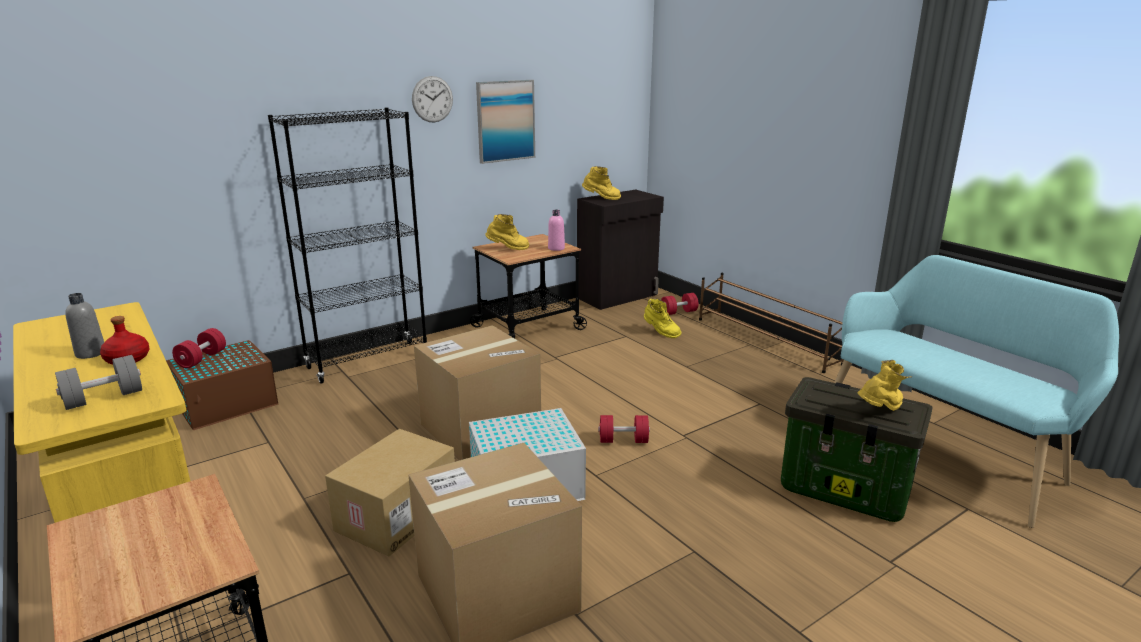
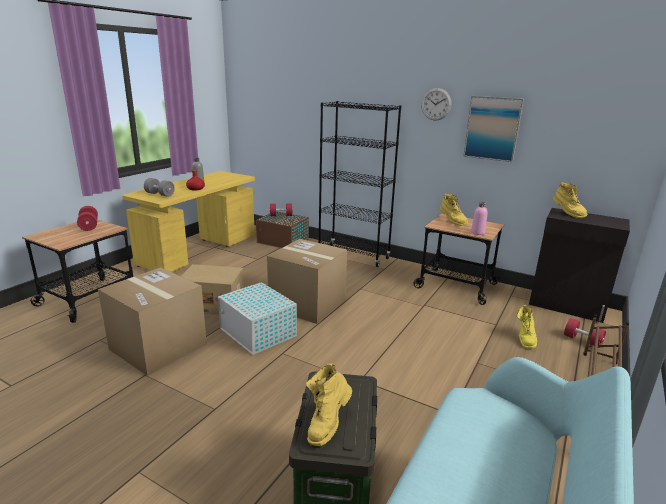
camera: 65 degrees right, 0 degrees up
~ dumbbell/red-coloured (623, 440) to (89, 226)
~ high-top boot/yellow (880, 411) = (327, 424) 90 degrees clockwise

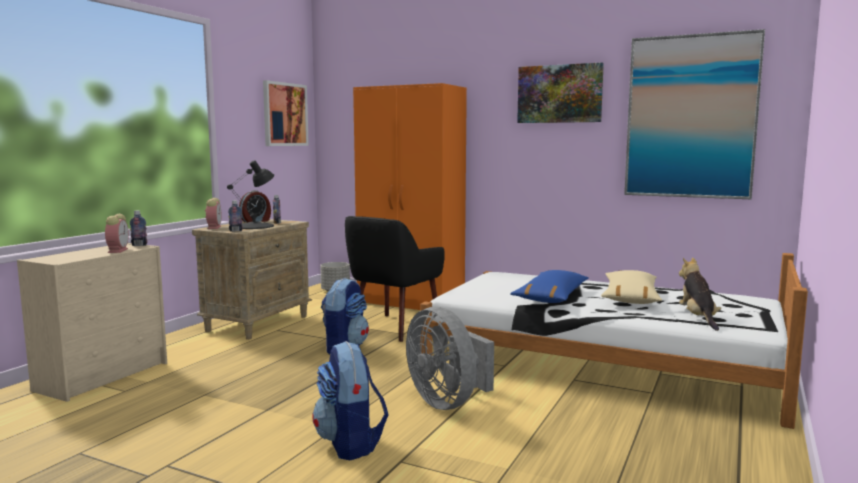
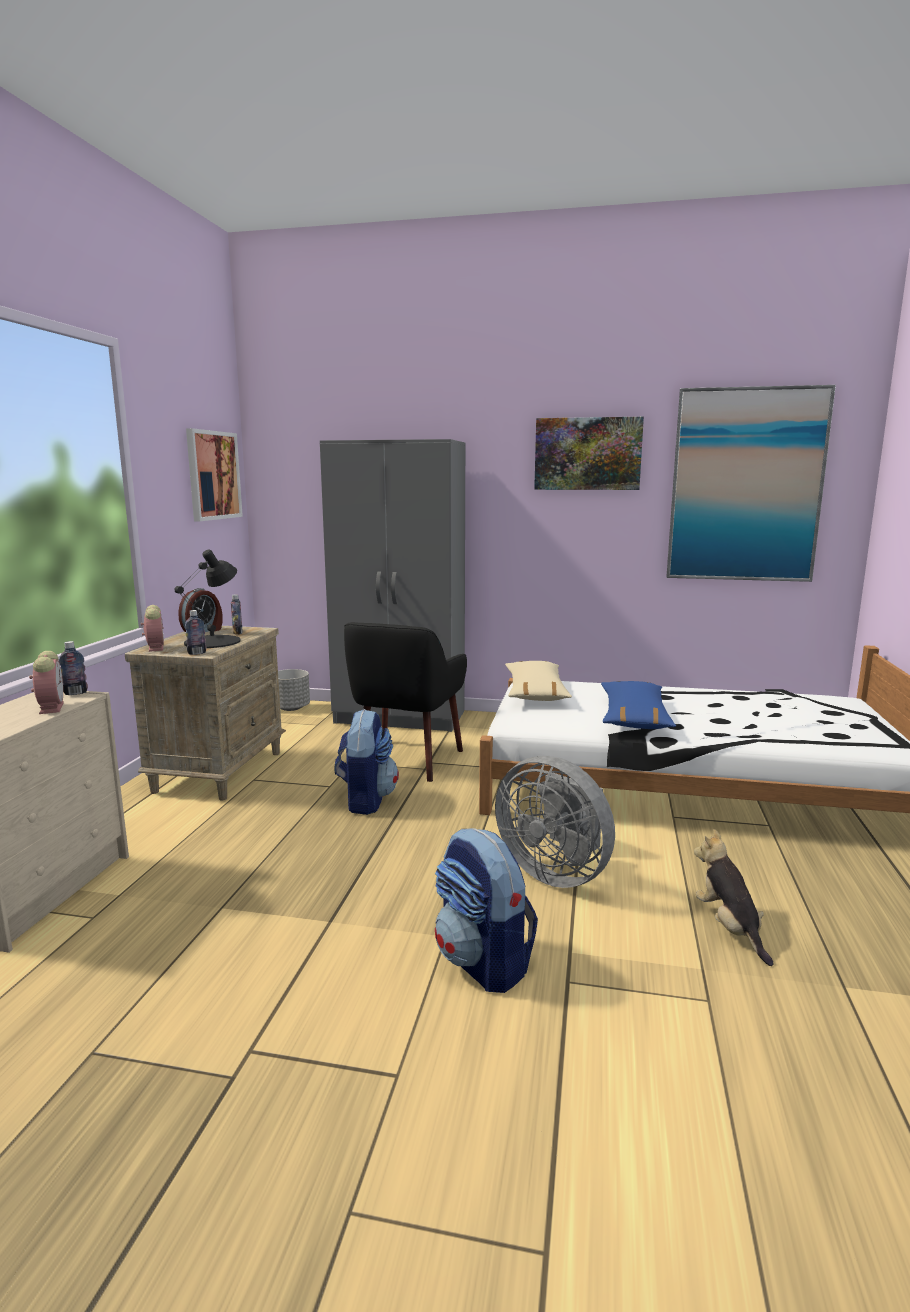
camera: 15 degrees left, 5 degrees up
~ pillow/beige-coloured (630, 298) to (535, 692)
~ plush toy (698, 318) to (729, 928)
~ clothes cupboard/orange-coloured (411, 302) to clothes cupboard/gray (401, 717)

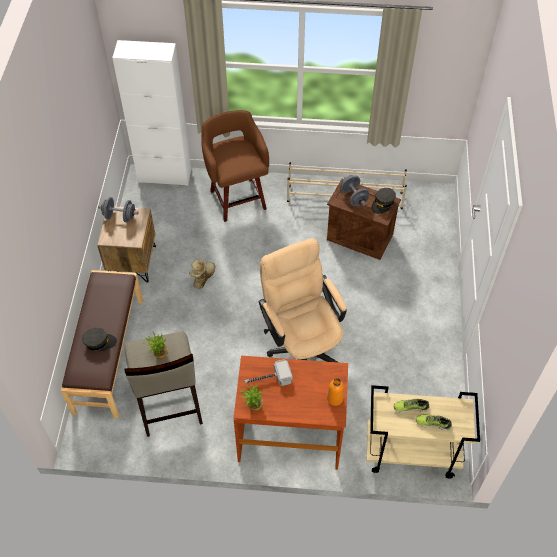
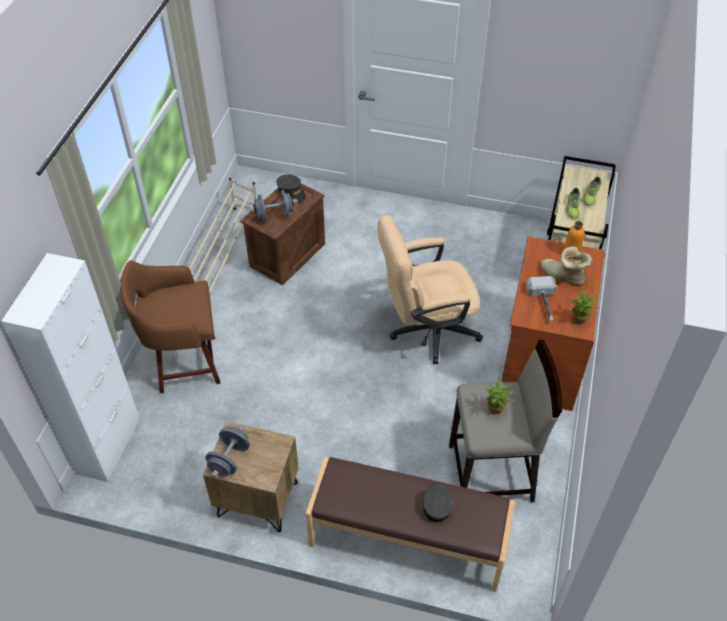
camera: 80 degrees left, 5 degrees down
~ high-top boot (202, 277) to (562, 277)

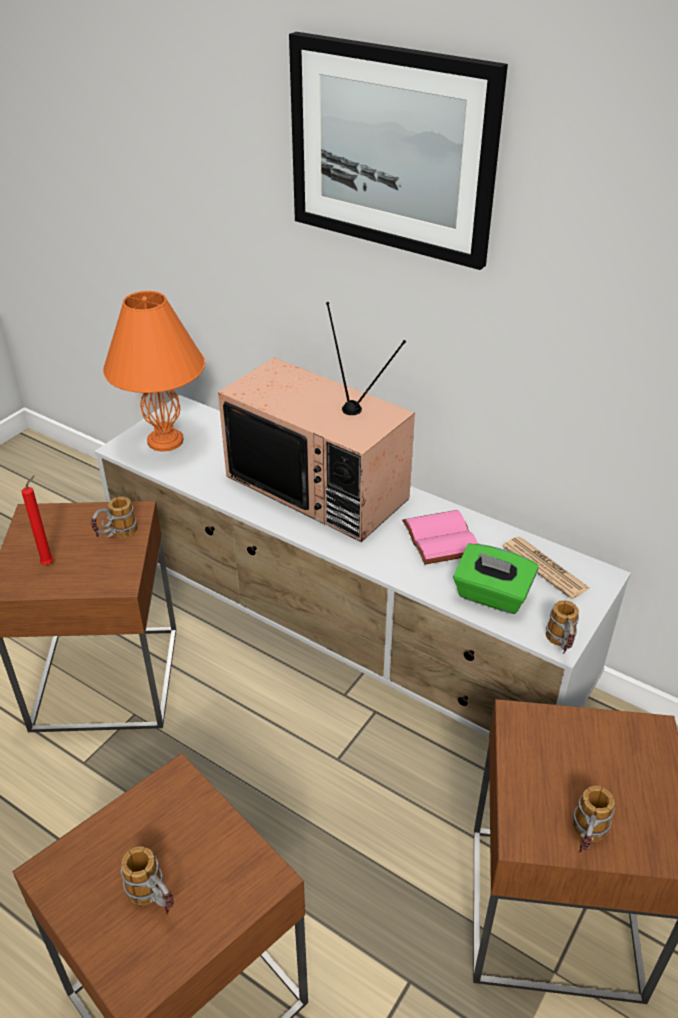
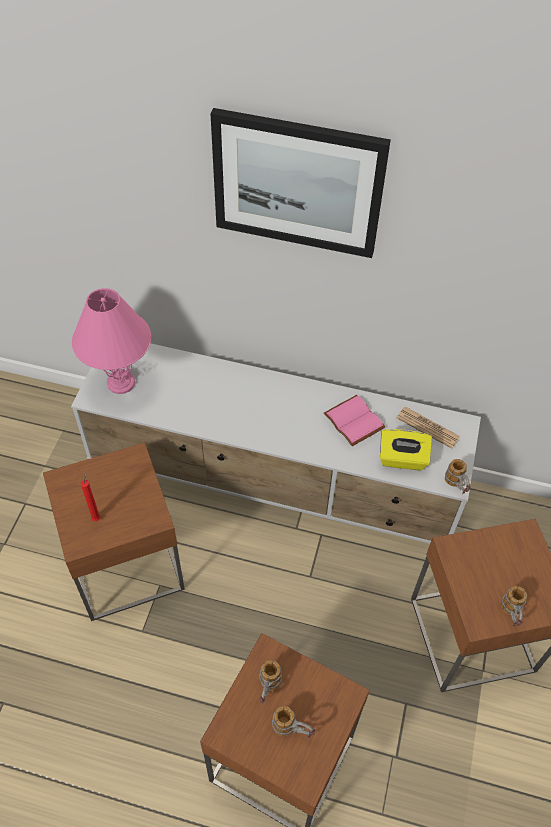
camera: 20 degrees left, 15 degrees up
- TV (321, 486)
~ mug (116, 536) to (267, 689)
~ tabletop lamp/orange-coloured (164, 441) to tabletop lamp/pinkish (120, 383)
~ box of tissues/green-coloured (491, 596) to box of tissues/yellow (402, 459)

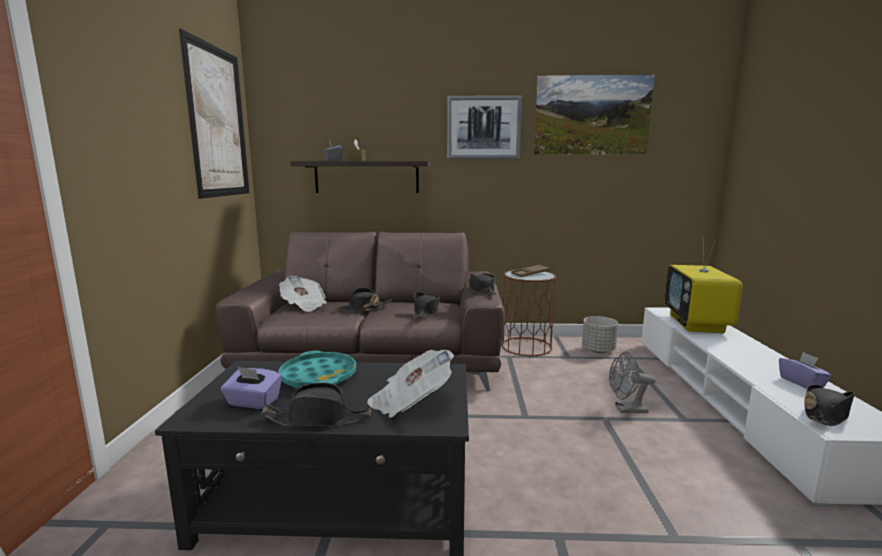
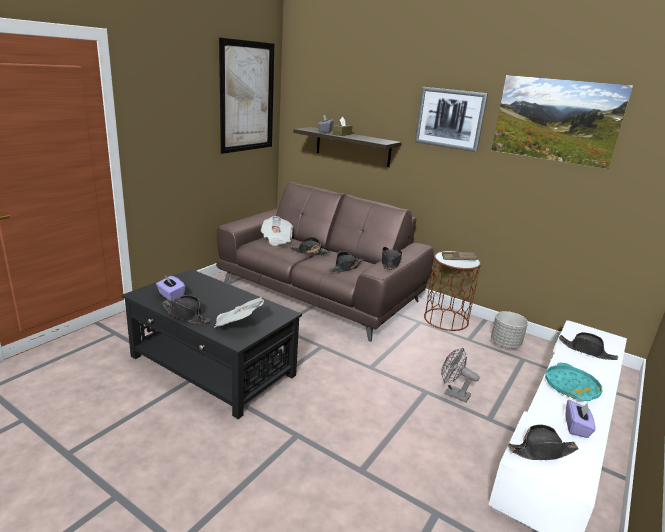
camera: 30 degrees right, 10 degrees up
~ carrying tray/blue-green (319, 376) to (571, 386)
~ TV (697, 324) to wearable hat/black-coloured (586, 351)

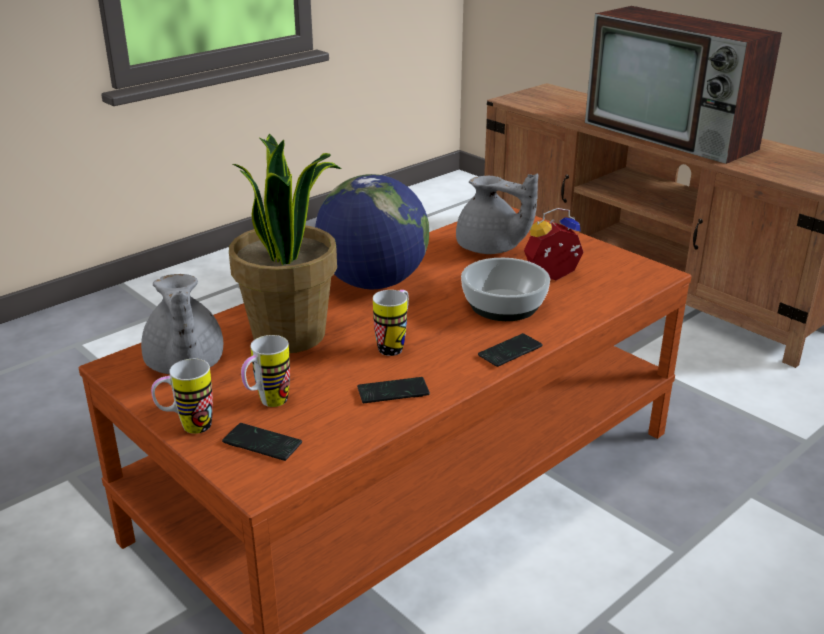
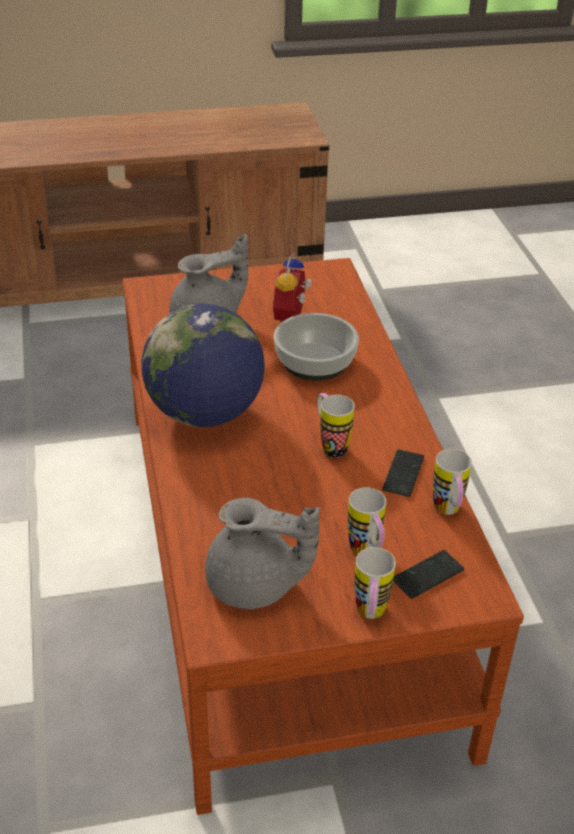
camera: 60 degrees left, 10 degrees up
- houseplant (291, 335)
- handset (510, 351)
- TV (672, 136)
+ mug (448, 512)

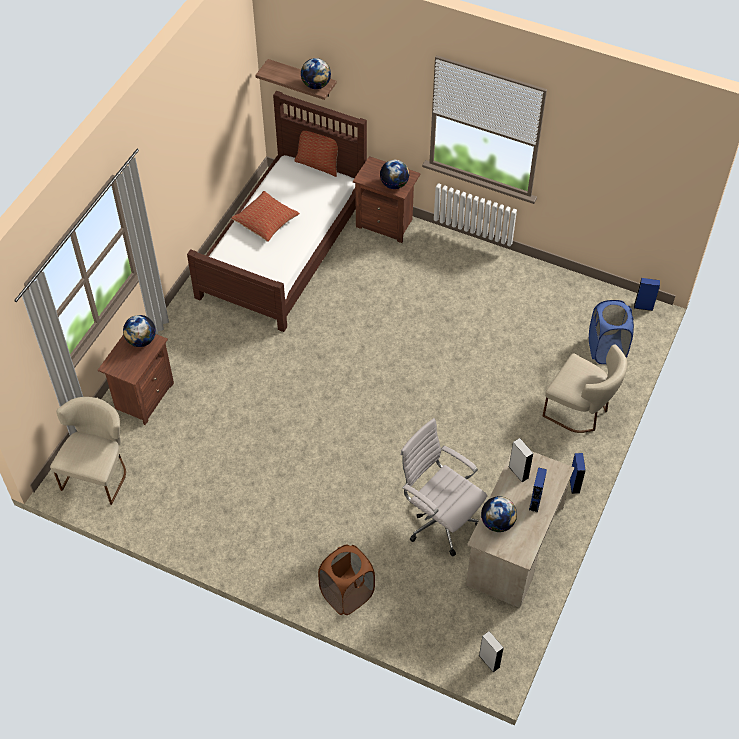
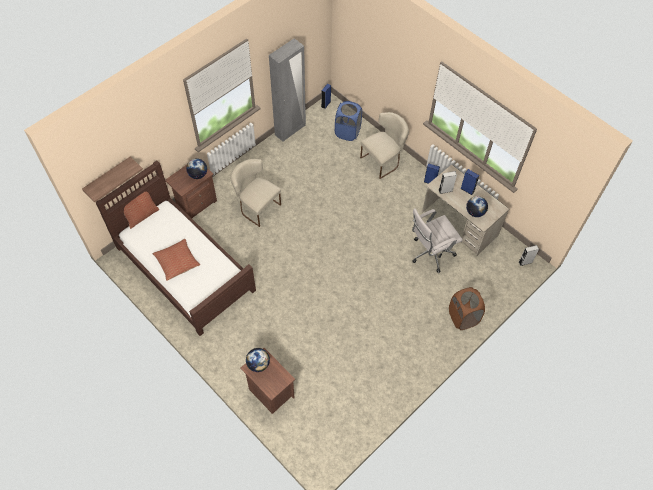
camera: 70 degrees left, 5 degrees up
- world globe (316, 85)
+ clothes cupboard/gray (290, 130)
~ upright chair/beige-coloured (98, 473) to (256, 206)

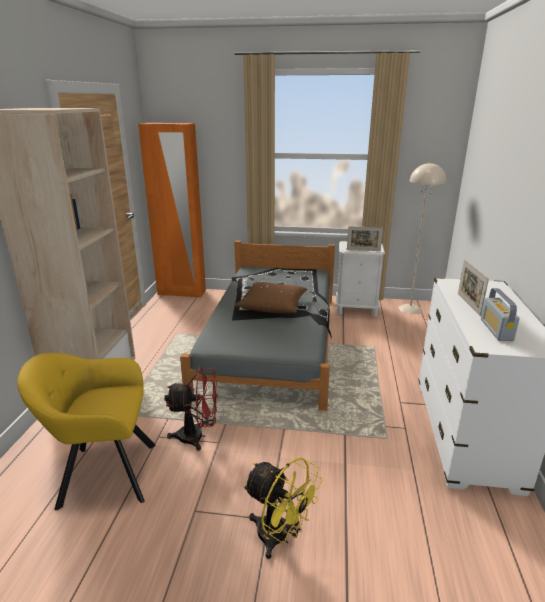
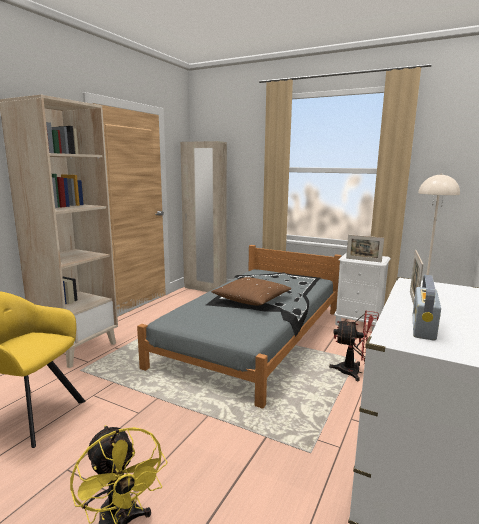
camera: 20 degrees right, 10 degrees down
~ fan/red-coloured (197, 436) to (355, 372)
~ clothes cupboard/orange-coloured (181, 292) to clothes cupboard/beige-coloured (205, 289)

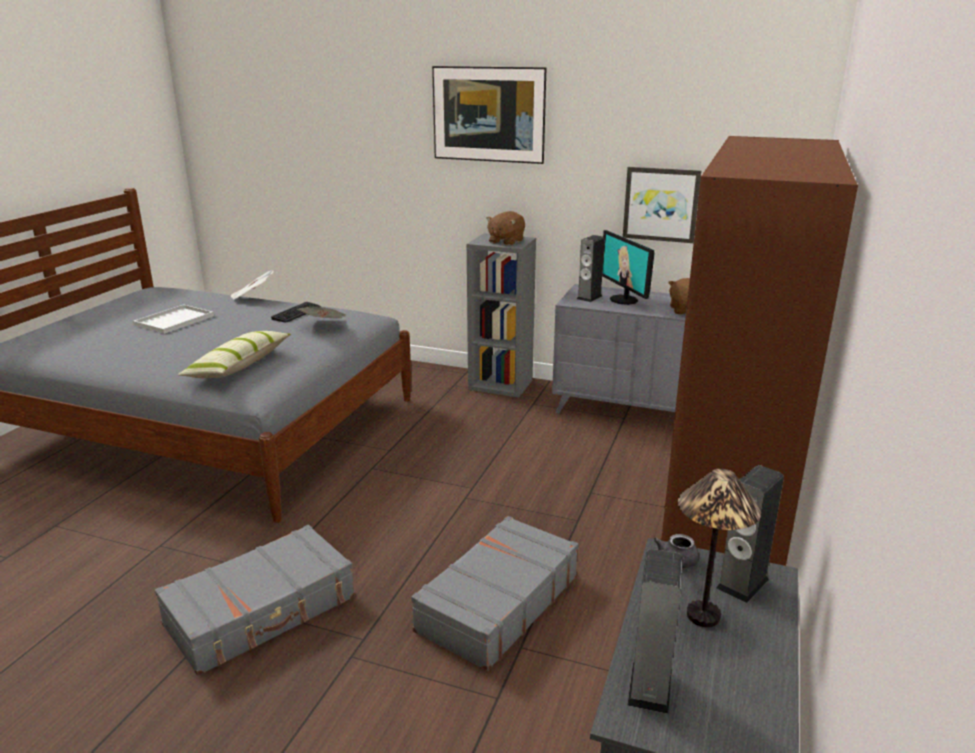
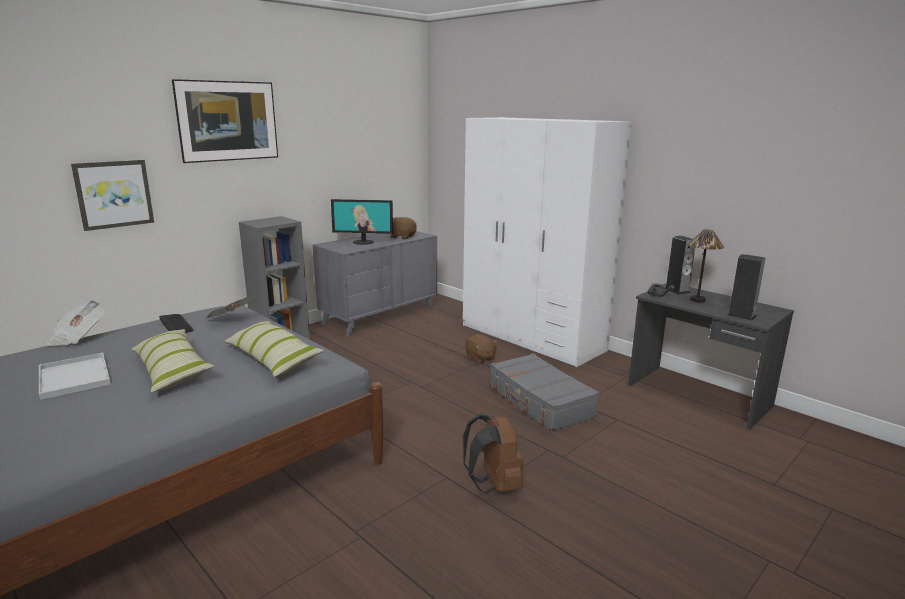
camera: 65 degrees left, 5 degrees down
- audio speaker (589, 297)
+ pillow (172, 370)
~ plush toy/brownish (505, 241) to (480, 358)
~ picture (661, 204) to (114, 194)
~ suitcase/gray (262, 612) to knapsack/brownish (494, 485)
~ clothes cupboard/brownish (721, 546) to clothes cupboard/white (531, 337)

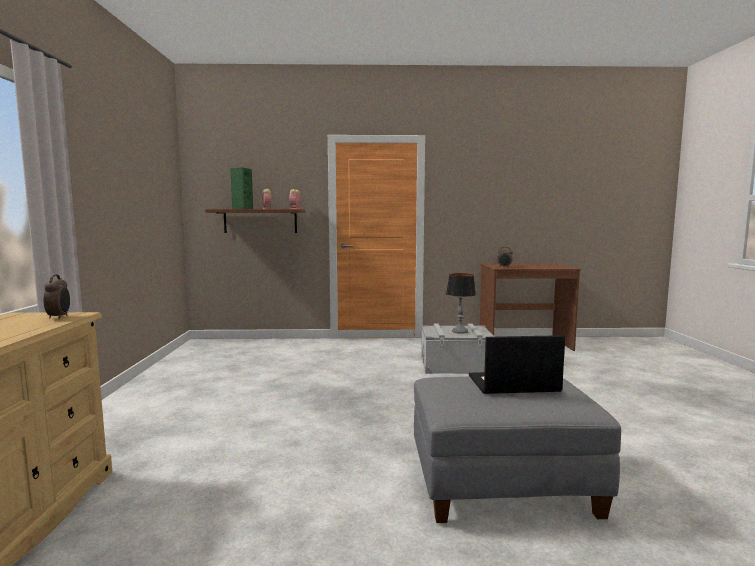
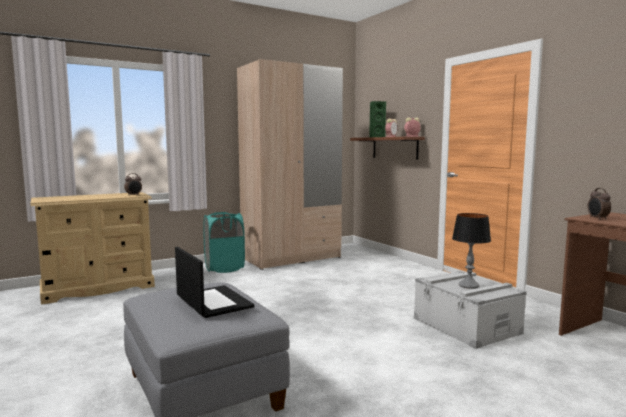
camera: 60 degrees right, 0 degrees up
+ hamper/blue-green (224, 268)
+ clothes cupboard/beige-coloured (291, 258)

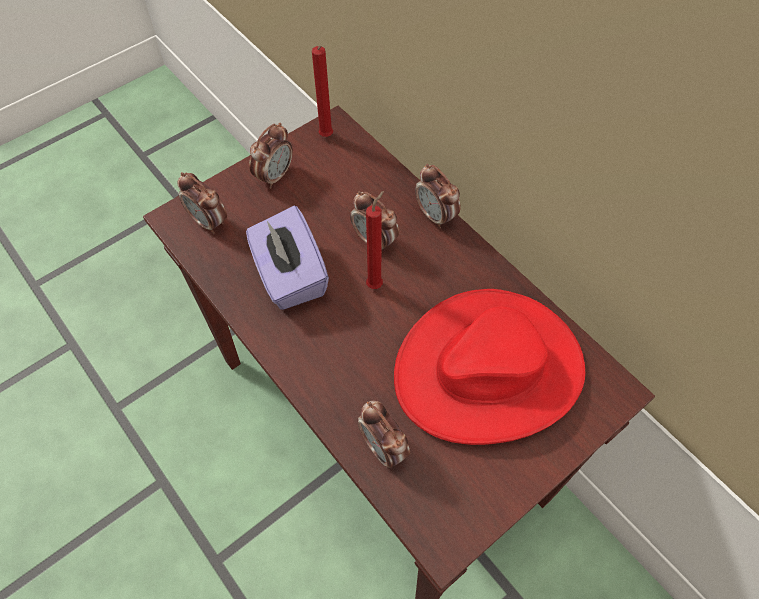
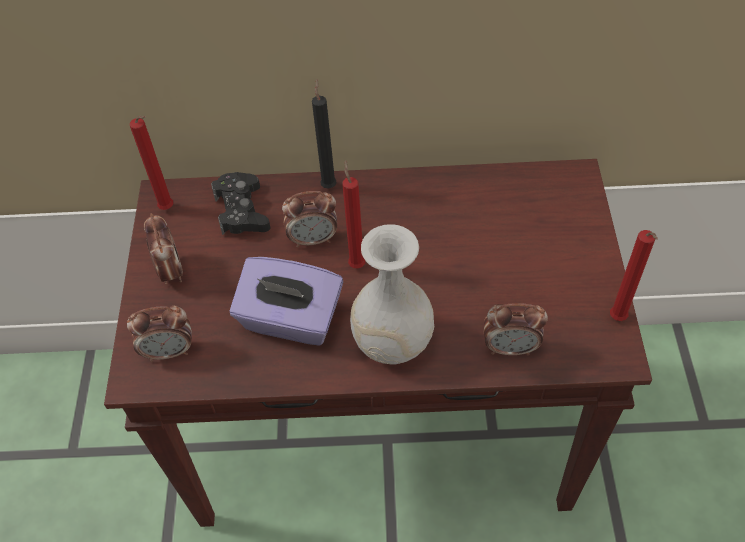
camera: 50 degrees left, 5 degrees down
- wearable hat/red-coloured (488, 369)
+ game controller/black-coloured (242, 211)
+ decorative vase/white (392, 342)
+ candle/red-coloured (618, 320)
~ alarm clock (435, 216) to candle/black-coloured (329, 185)

